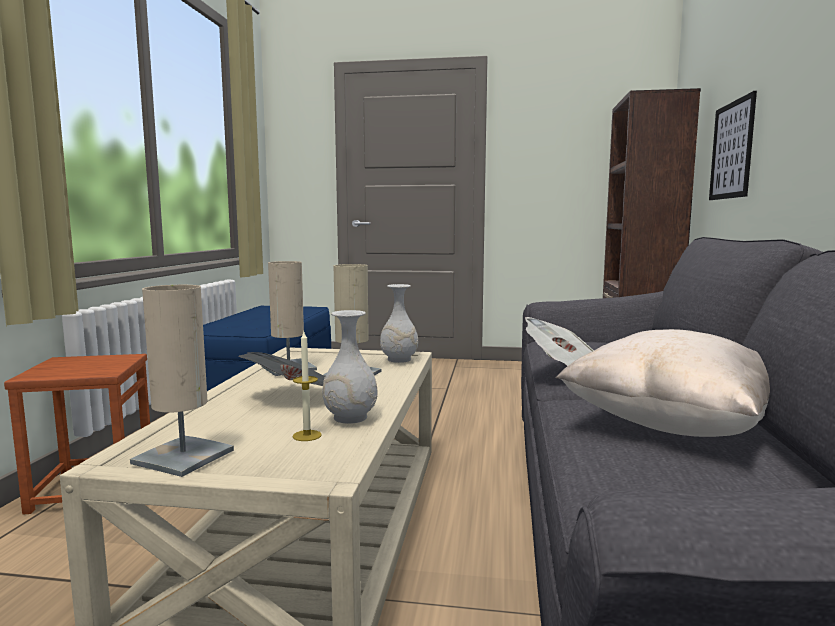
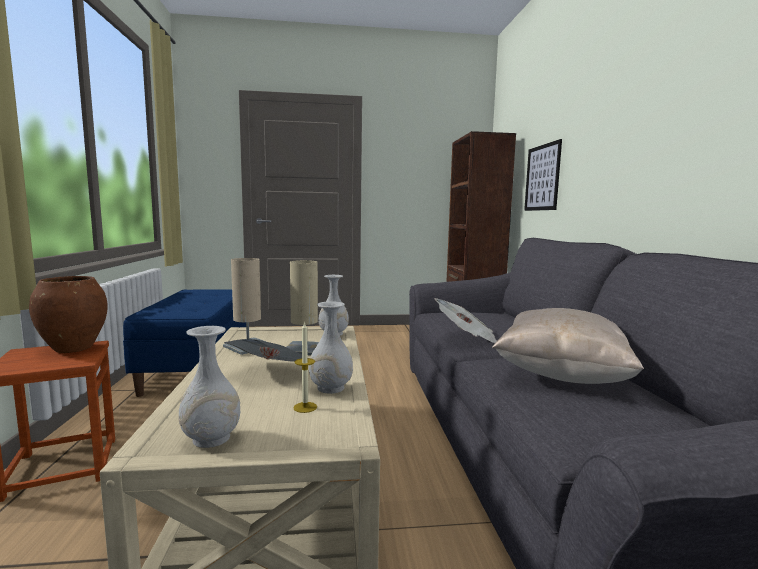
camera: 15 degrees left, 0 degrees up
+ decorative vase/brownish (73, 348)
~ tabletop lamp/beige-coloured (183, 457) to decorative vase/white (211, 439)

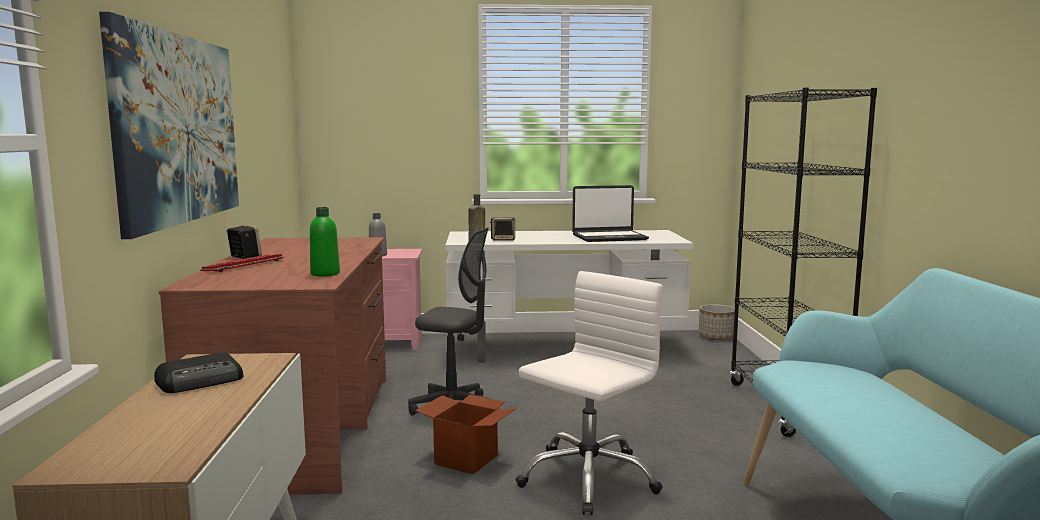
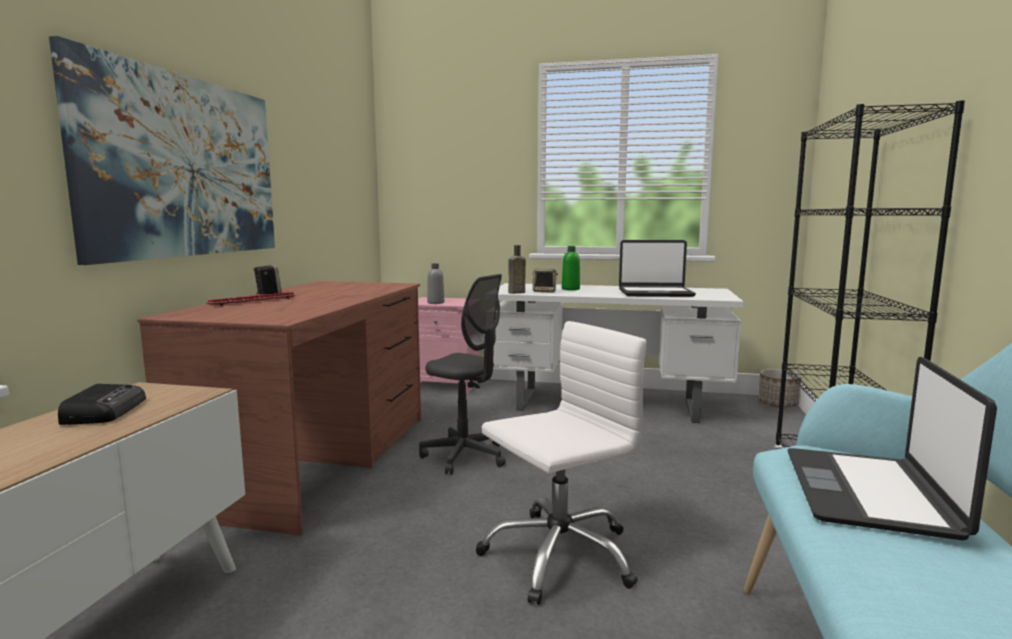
camera: 15 degrees right, 0 degrees up
- carton (466, 460)
+ portable computer (870, 493)
~ bottle/green-coloured (325, 274) to (570, 289)
~ radio receiver (202, 381) = (105, 411) 75 degrees counterclockwise

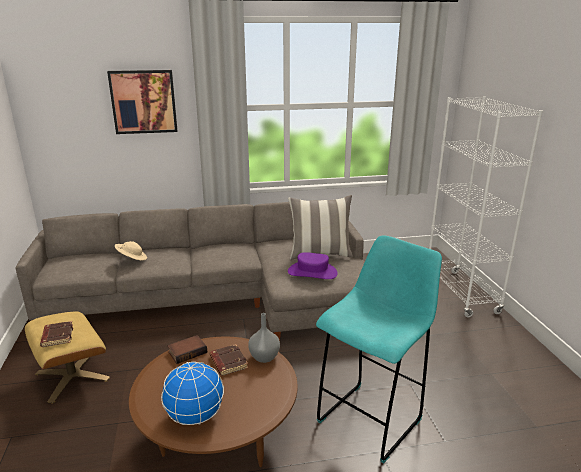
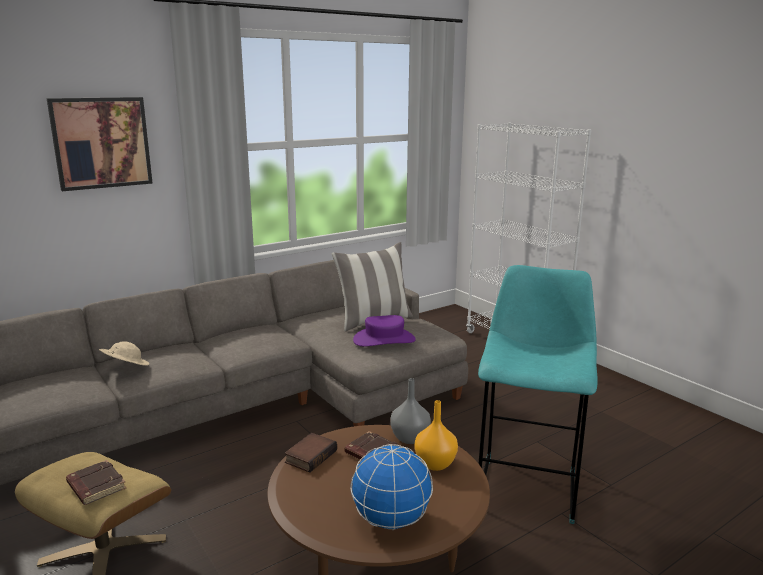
camera: 25 degrees left, 5 degrees down
+ decorative vase/orange-coloured (436, 464)

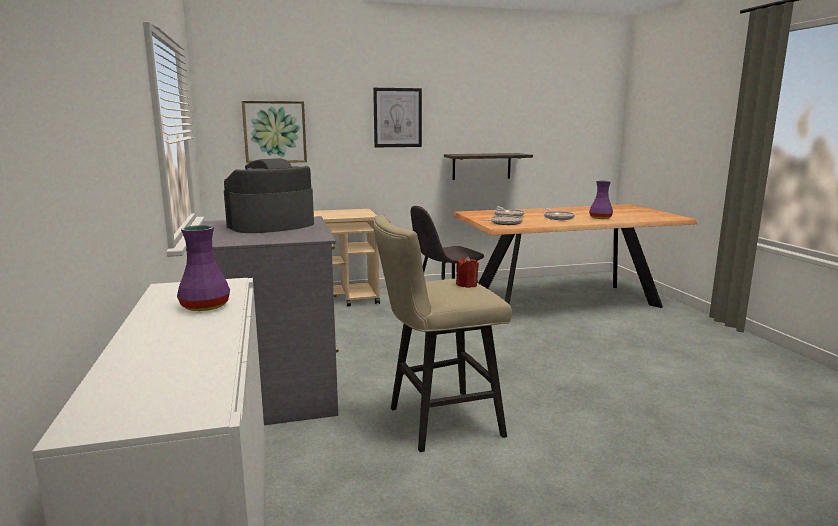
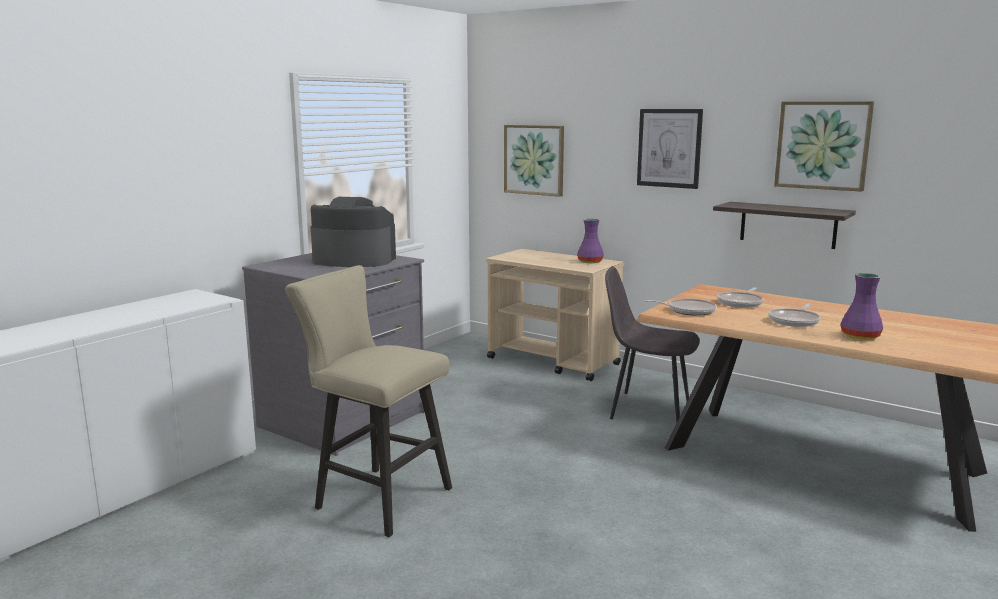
camera: 50 degrees right, 0 degrees up
- candle/red-coloured (467, 285)
+ picture (822, 145)
~ decorative vase/purple (204, 306) to (589, 262)

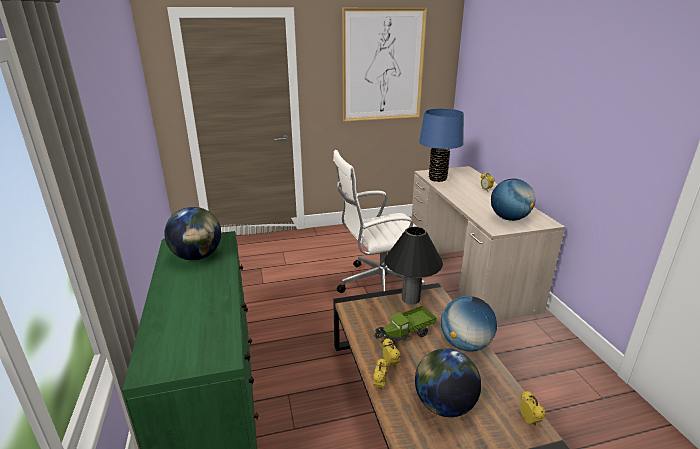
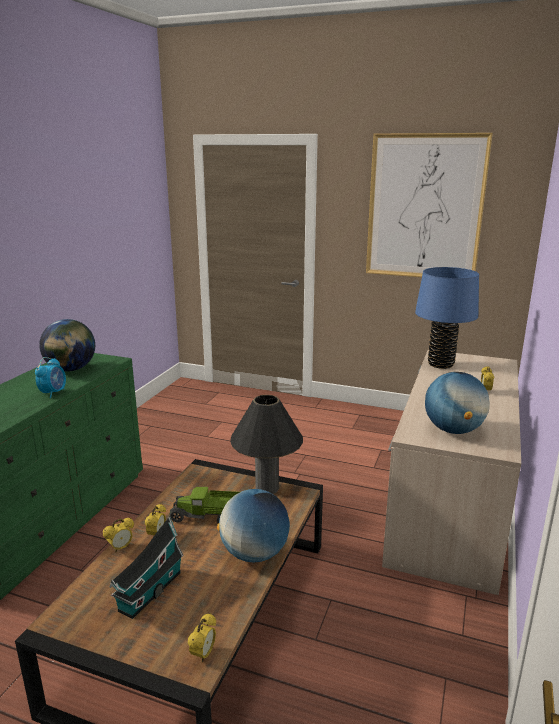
camera: 35 degrees right, 5 degrees down
- desk chair/white (378, 285)
+ alarm clock (53, 393)
~ world globe (444, 404) to miniature house (148, 593)

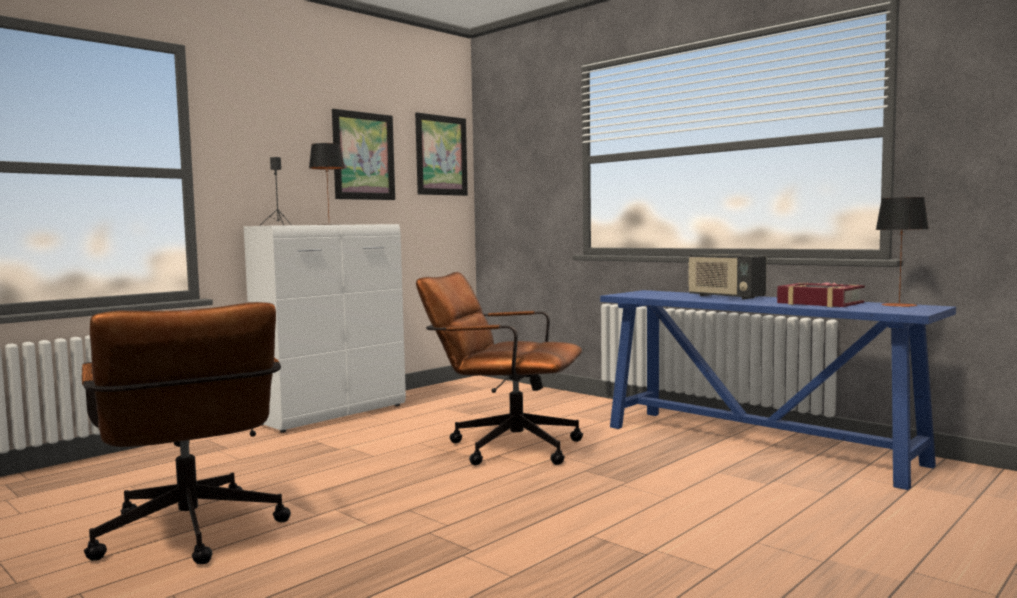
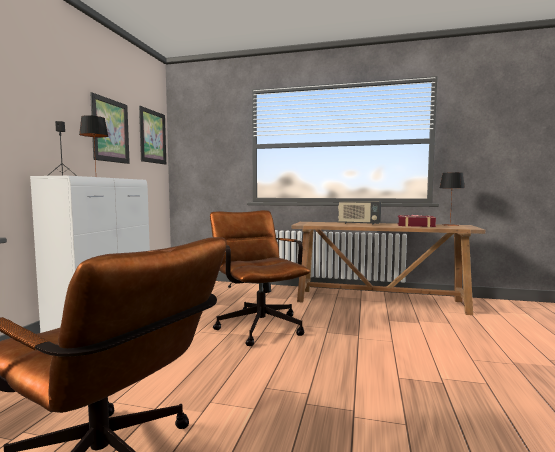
camera: 30 degrees left, 0 degrees up
~ console table/bluish (758, 445) to console table/brownish (380, 301)
~ desk chair/brownish (504, 446) = (257, 324) 75 degrees clockwise

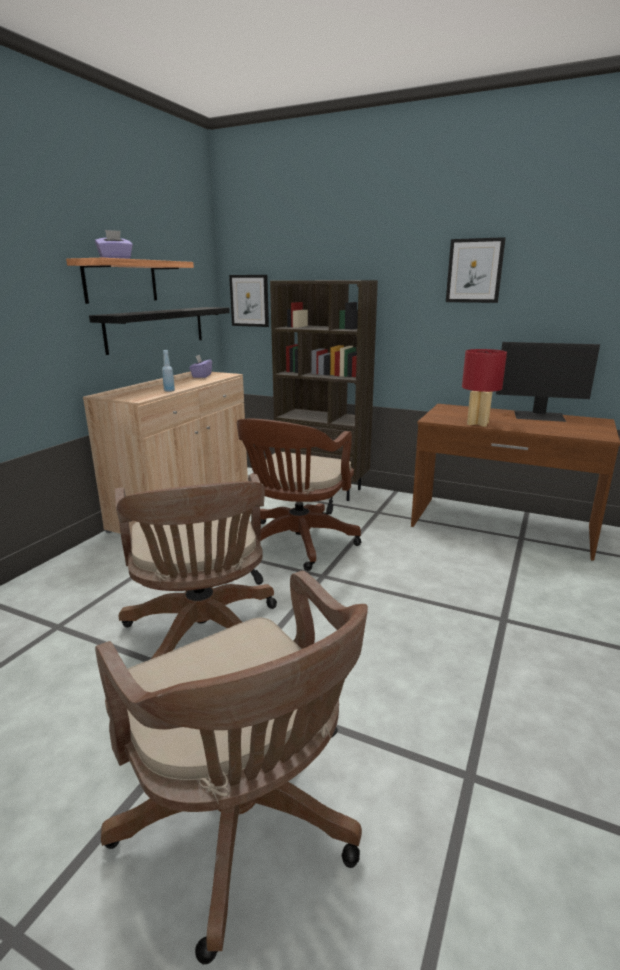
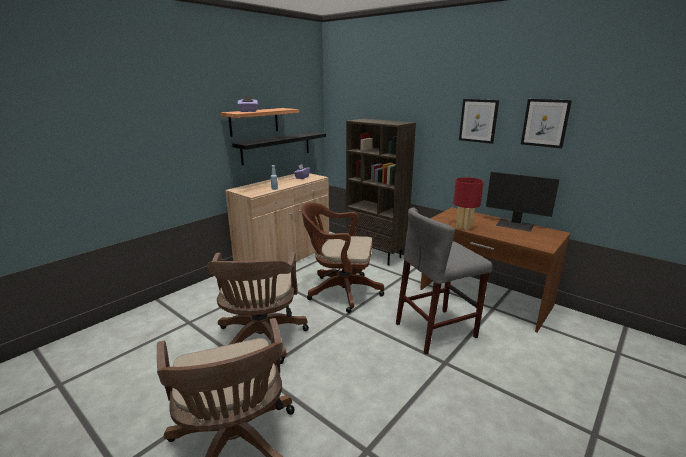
camera: 15 degrees right, 0 degrees up
+ stool seat/gray (436, 330)
~ picture (249, 300) to (545, 123)
~ desk chair/brownish (296, 544) = (340, 291) 60 degrees clockwise

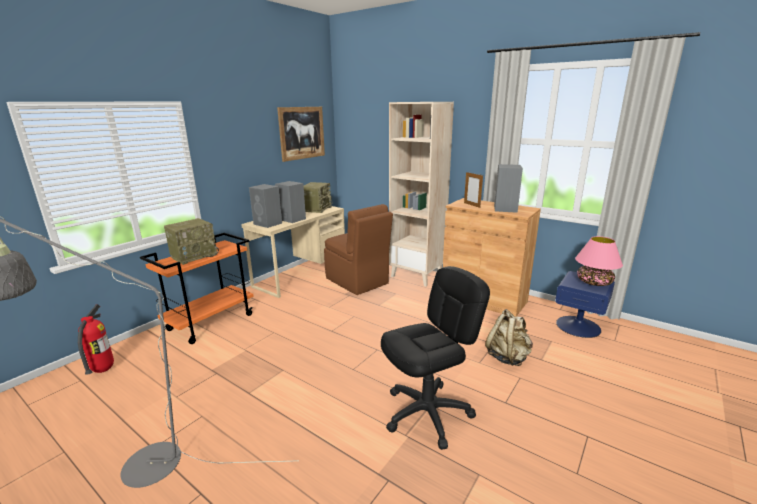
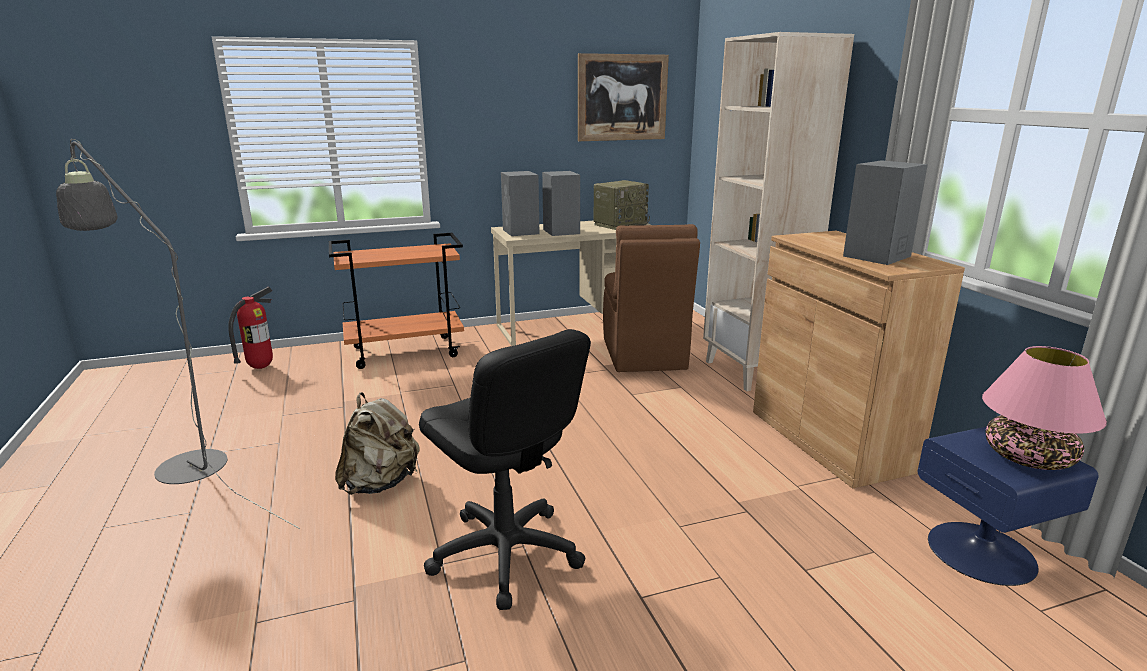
camera: 35 degrees right, 0 degrees up
- radio receiver (194, 256)
- picture frame (472, 205)
~ knapsack/beige-coloured (507, 357) to (380, 483)
~ desk chair/black-coloured (427, 413) = (505, 554) 45 degrees clockwise

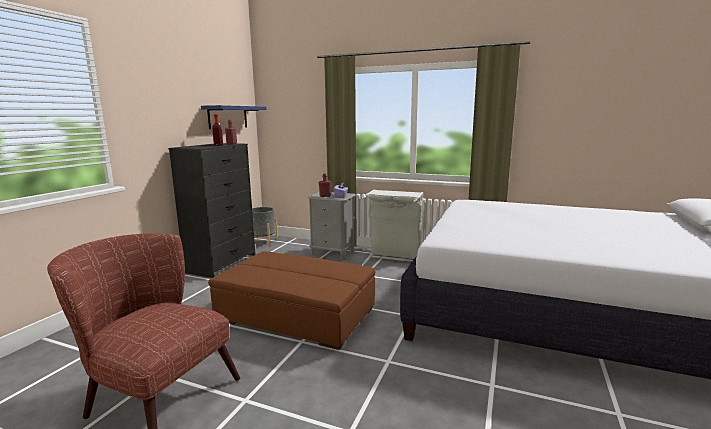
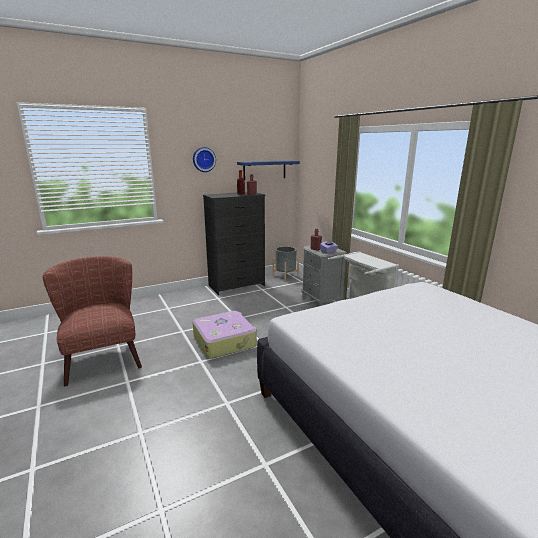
camera: 40 degrees right, 5 degrees up
+ clock on the wall (203, 159)
~ footrest/brownish (296, 314) to suitcase (225, 341)

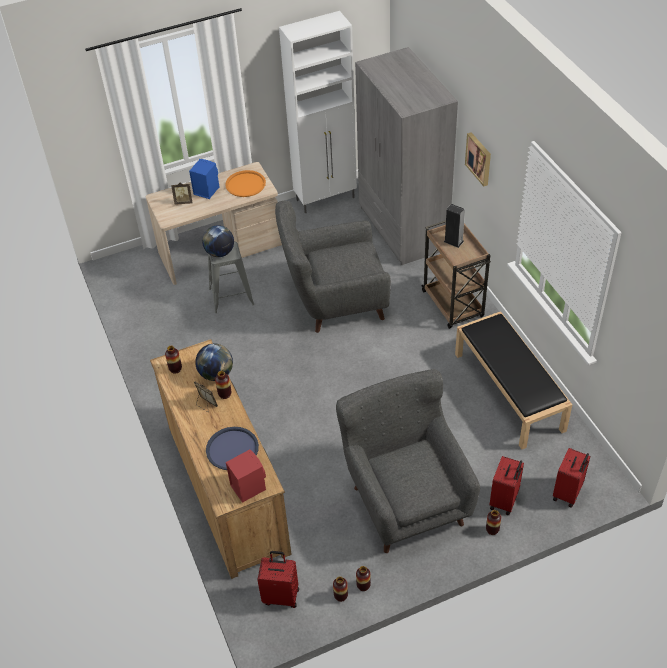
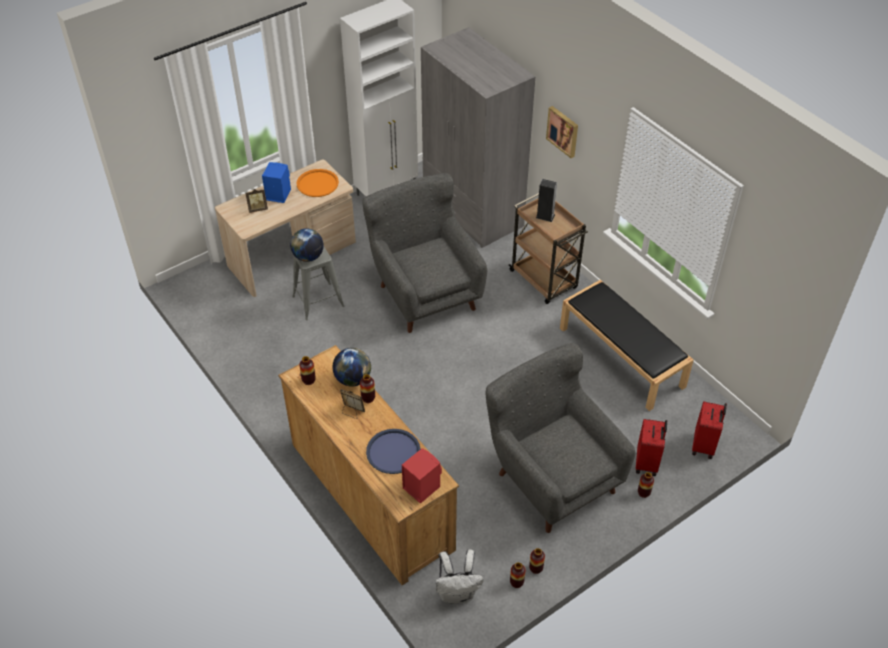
camera: 15 degrees left, 0 degrees up
~ suitcase/red-coloured (281, 596) to knapsack/white (457, 593)
~ lounge chair/gray (334, 301) = (425, 292) 90 degrees clockwise

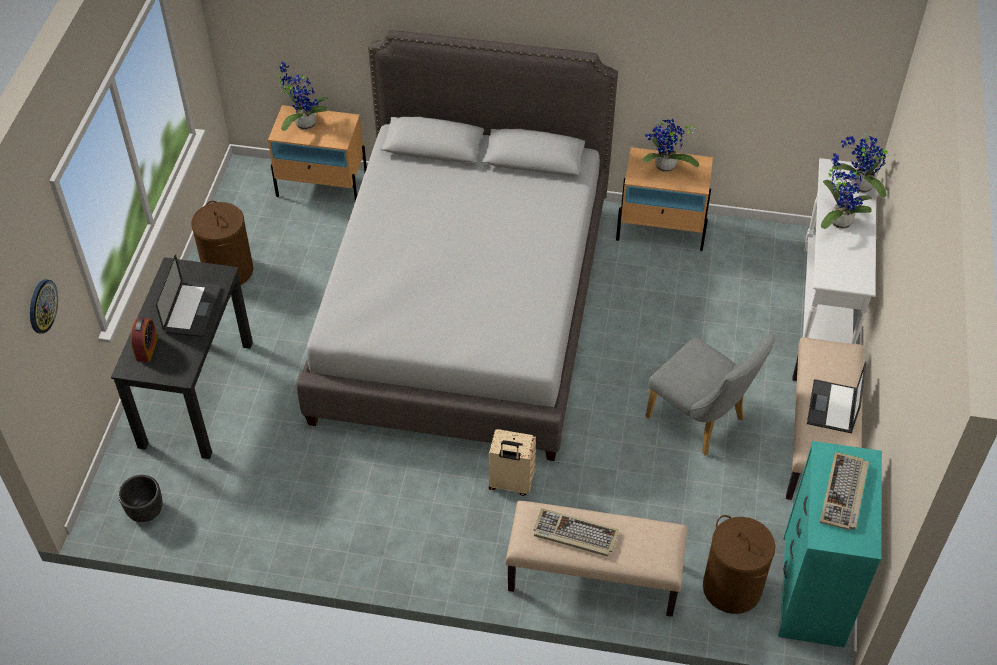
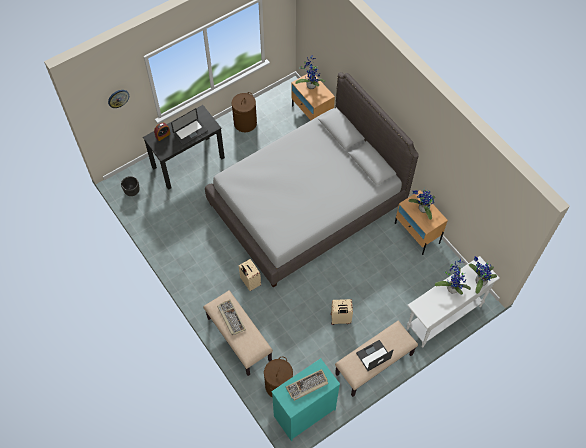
camera: 45 degrees right, 10 degrees up
~ upright chair/gray (701, 421) to suitcase/beige-coloured (340, 319)

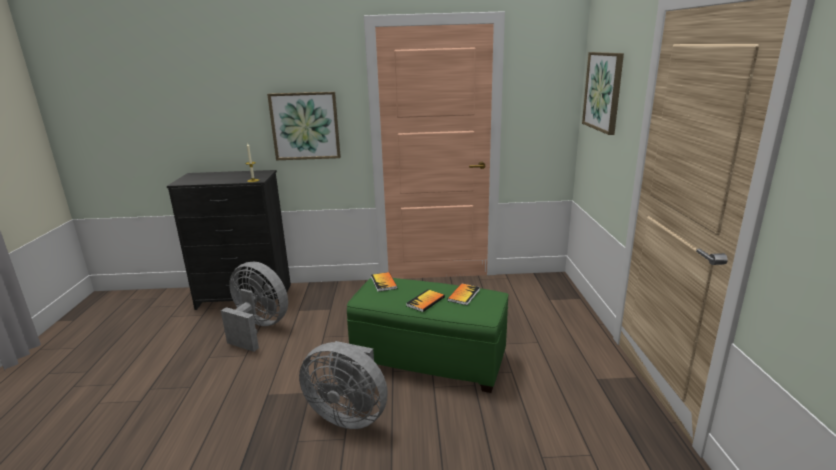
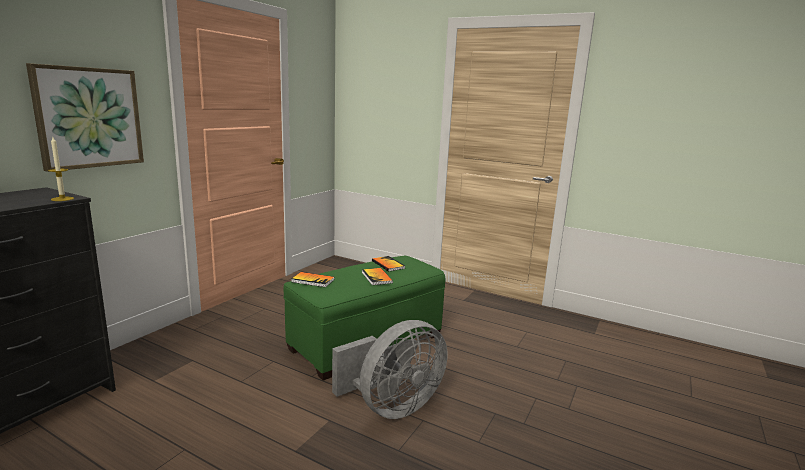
camera: 60 degrees left, 5 degrees down
- fan/gray (258, 328)
- picture (603, 91)

